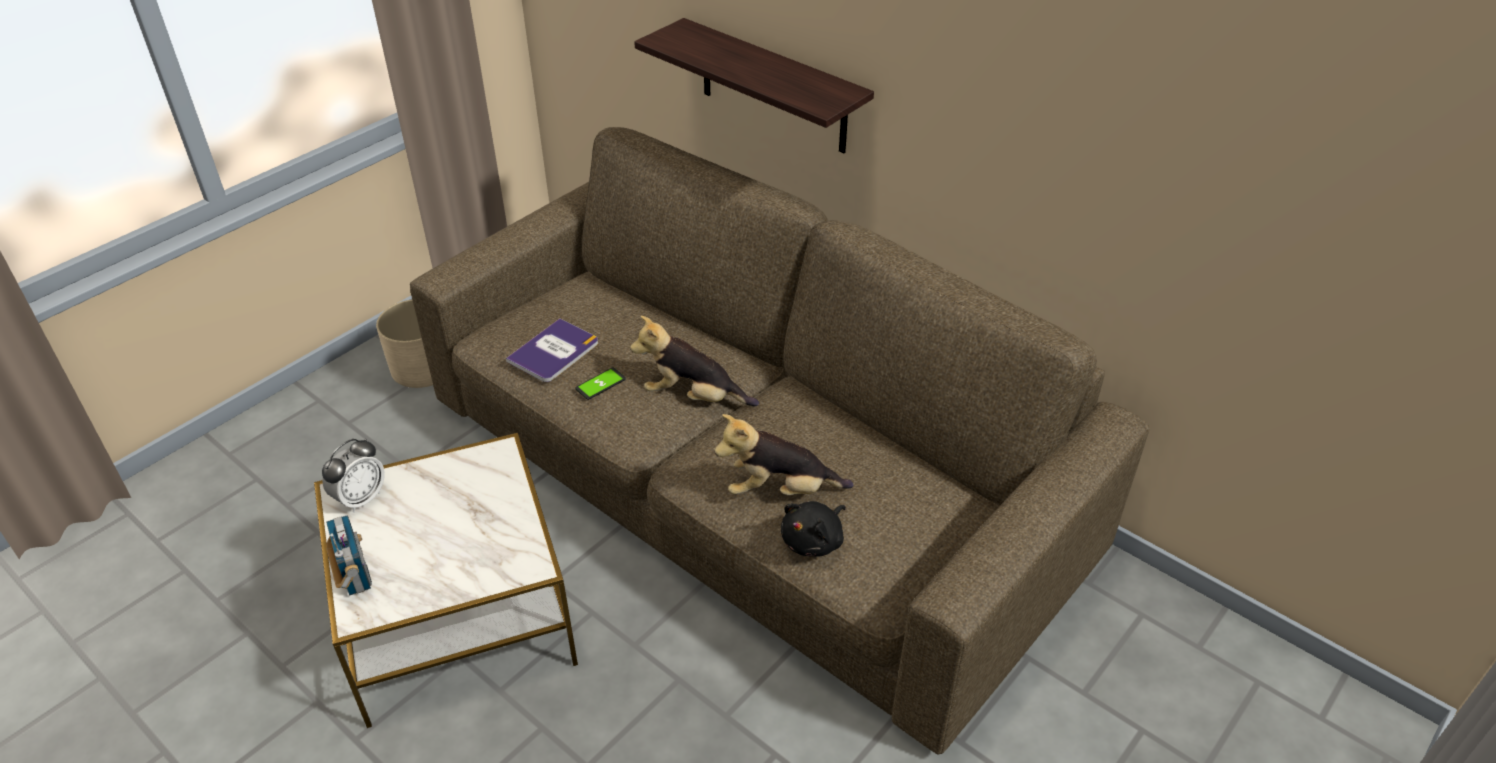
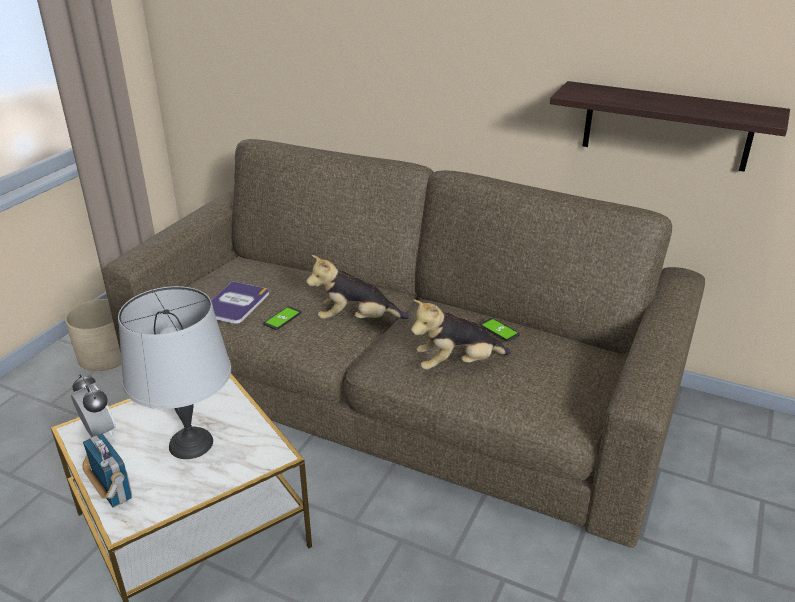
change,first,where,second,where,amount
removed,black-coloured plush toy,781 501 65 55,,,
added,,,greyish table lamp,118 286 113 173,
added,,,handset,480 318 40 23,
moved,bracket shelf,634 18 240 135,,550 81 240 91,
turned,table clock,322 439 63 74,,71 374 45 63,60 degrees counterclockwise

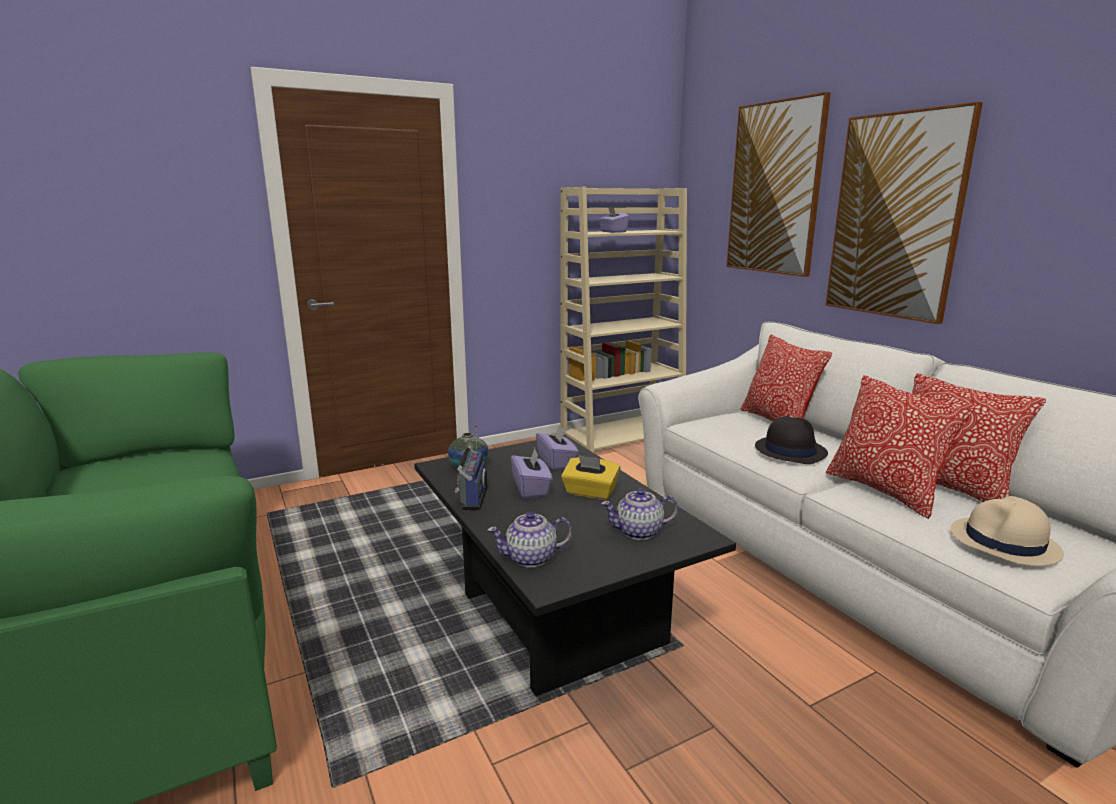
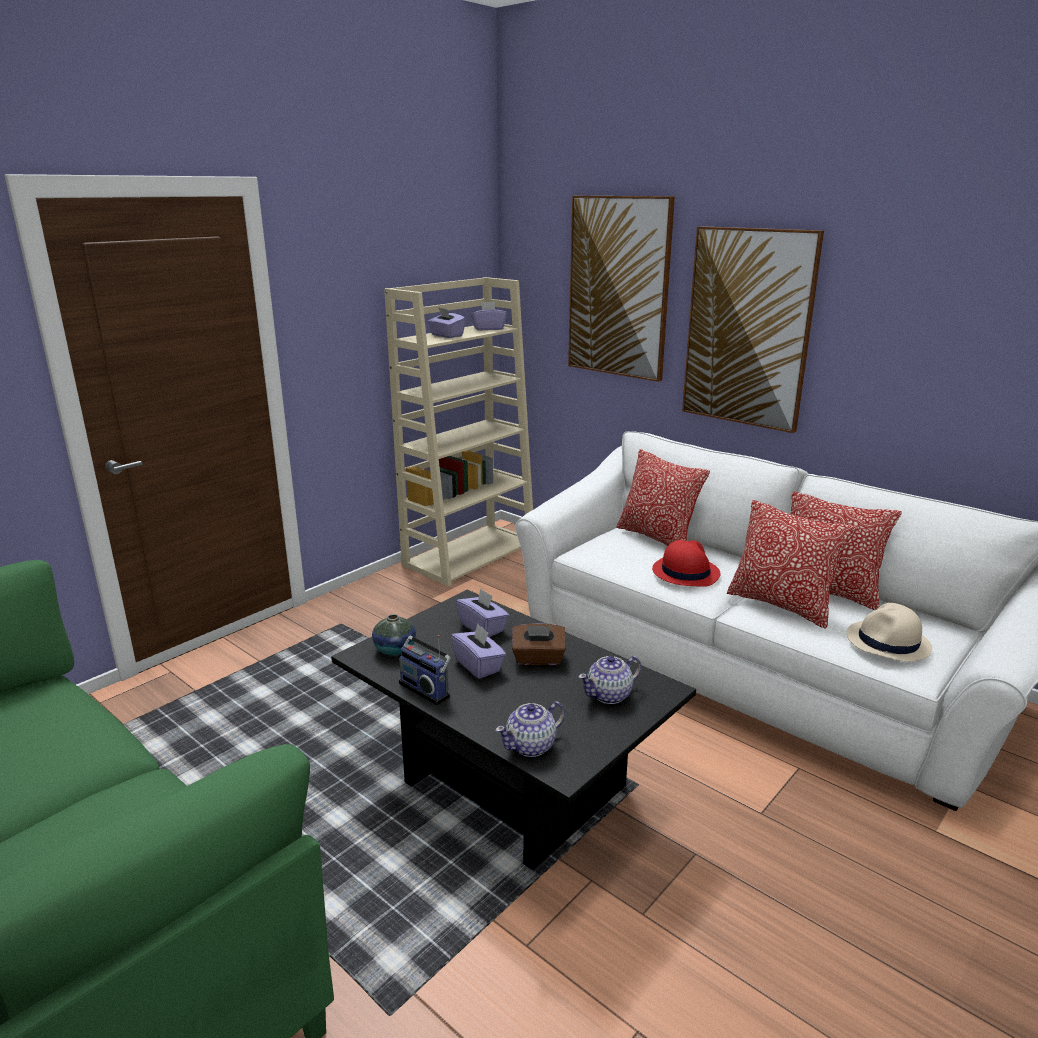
change,first,where,second,where,amount
added,,,purple box of tissues,471 302 36 28,
recoloured,yellowish box of tissues,561 455 59 45,brownish box of tissues,512 623 54 42,
recoloured,black-coloured clothing hat,755 416 73 48,red-coloured clothing hat,652 540 68 47,
turned,radio,455 425 32 85,,399 635 52 70,150 degrees clockwise

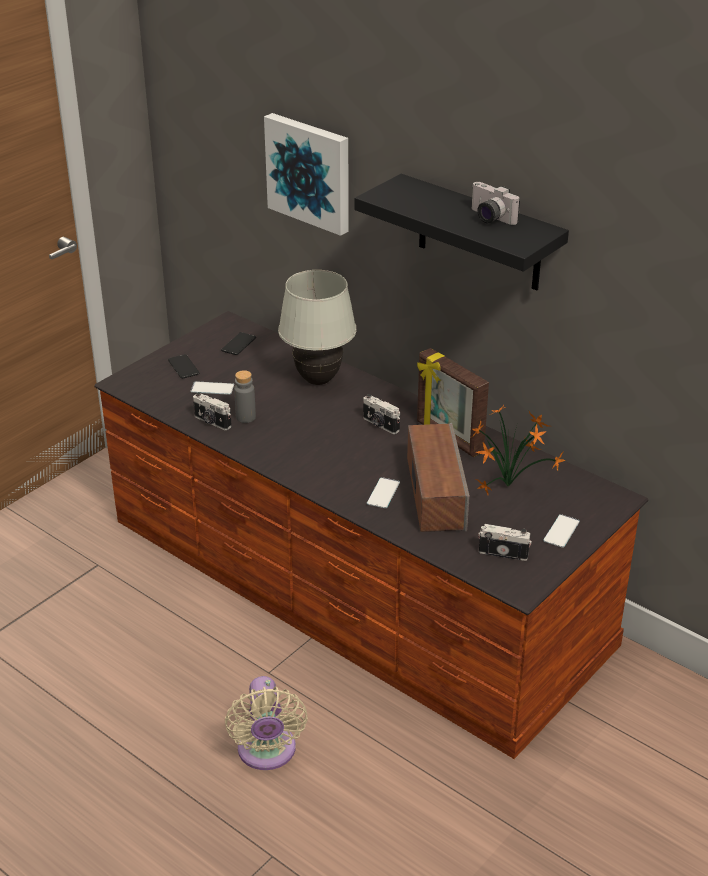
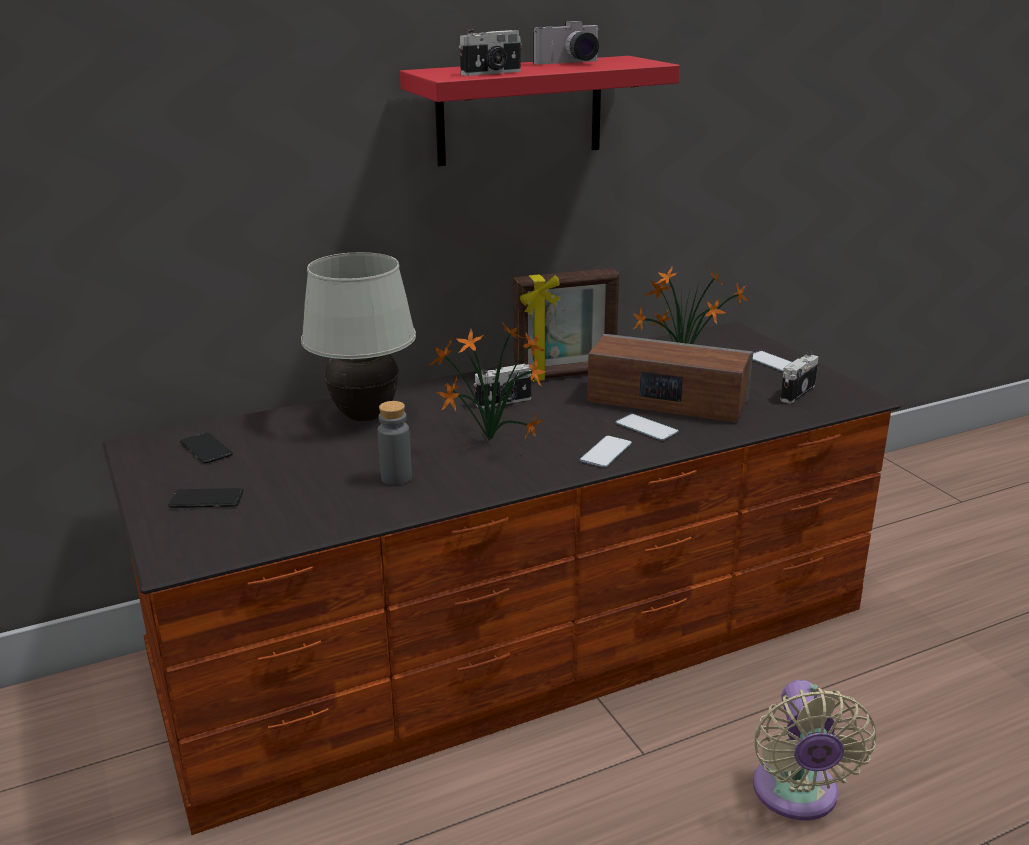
change,first,where,second,where,amount
removed,picture,264 113 85 123,,,
added,,,plant in a pot,427 321 119 120,
moved,handset,191 381 43 14,,580 436 52 32,
moved,still camera,193 392 39 38,,459 29 63 47,
recoloured,black-coloured bracket shelf,354 174 215 116,red-coloured bracket shelf,400 56 280 110,
turned,beige-coloured cooling fan,225 676 83 94,,753 680 123 140,75 degrees clockwise

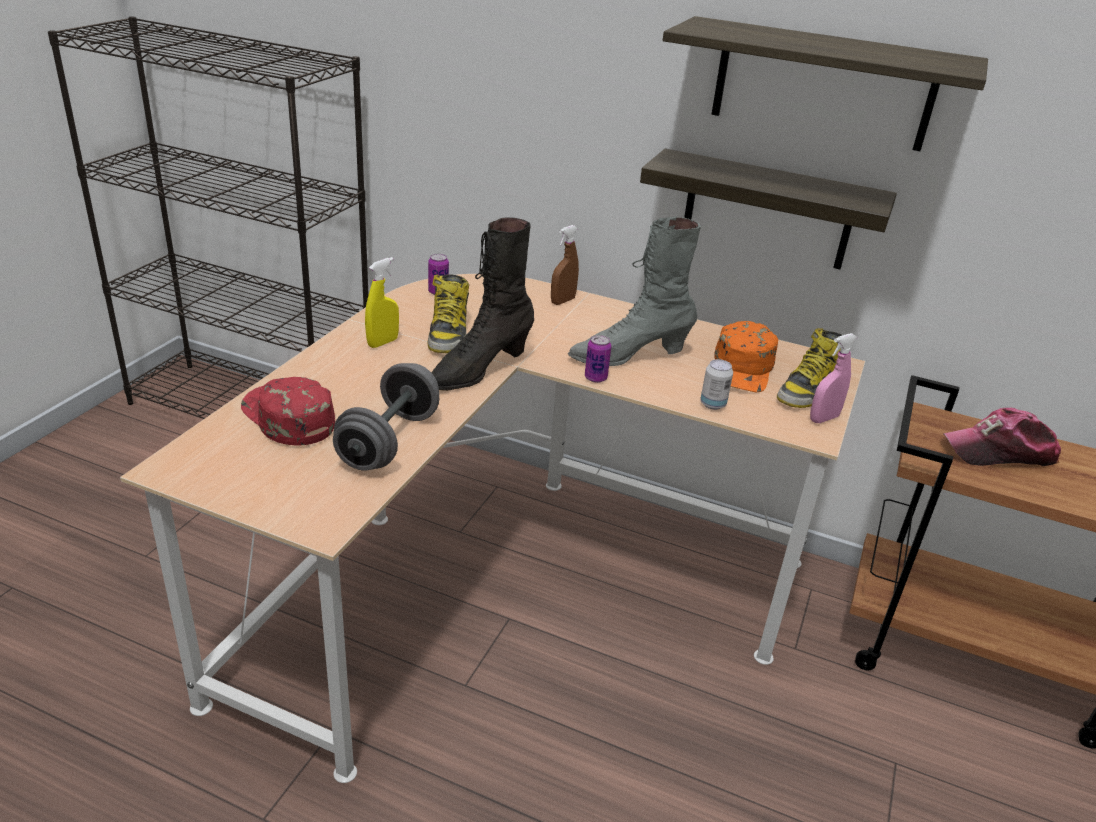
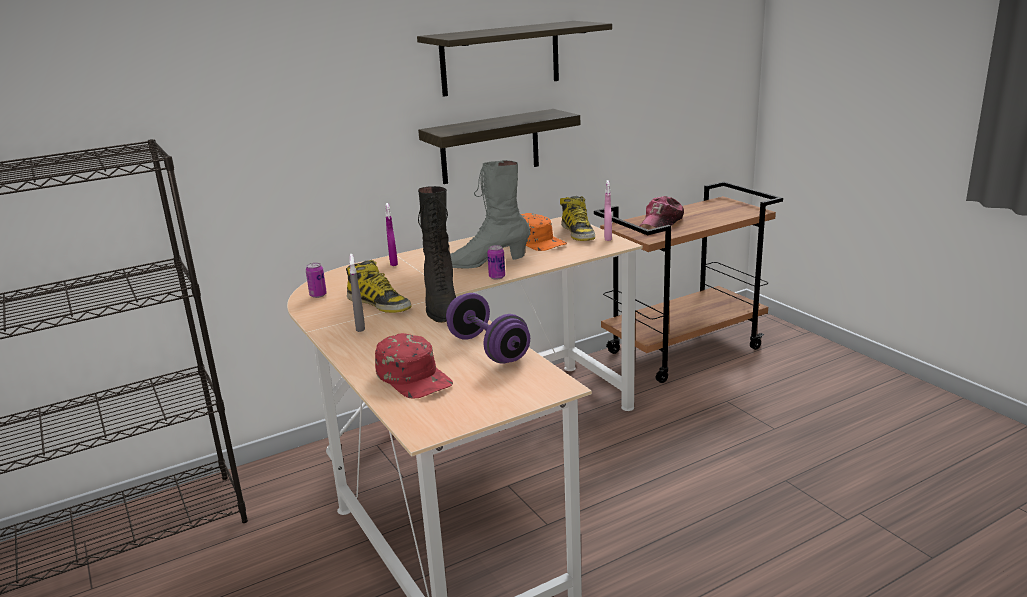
change,first,where,second,where,amount
removed,metal can,700 359 33 51,,,
recoloured,greyish free weight,333 363 106 108,purple free weight,446 293 84 71,
recoloured,yellowish spray bottle,365 257 34 91,greyish spray bottle,349 254 16 78,
recoloured,brownish spray bottle,551 225 28 80,purple spray bottle,385 203 13 63,
turned,red-coloured peaked cap,241 377 94 68,,375 333 78 66,120 degrees counterclockwise
turned,greyish high-top boot,568 217 133 149,,450 160 80 109,60 degrees clockwise

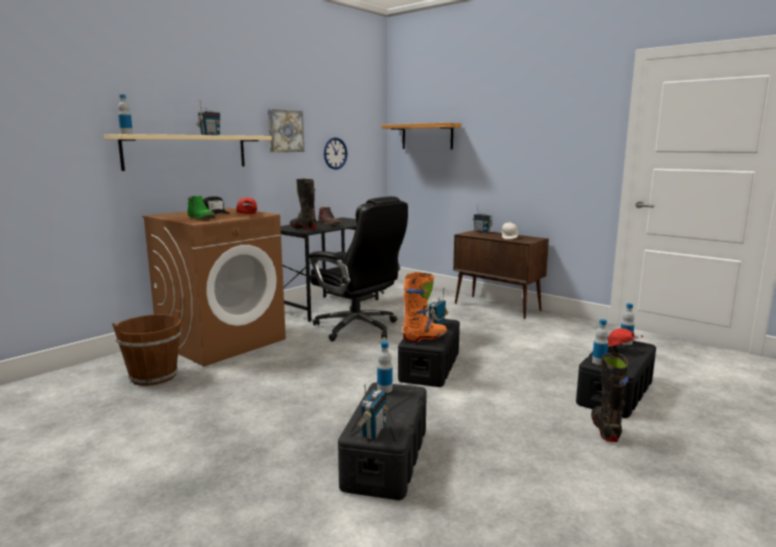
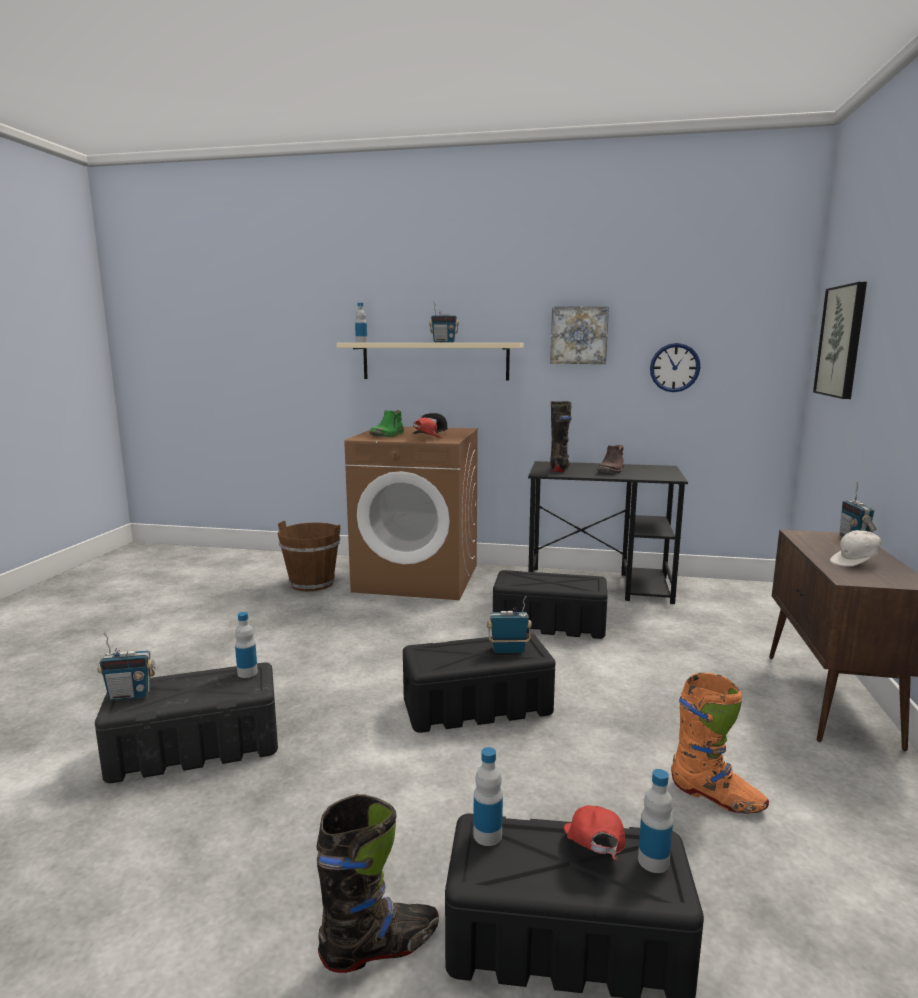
change,first,where,second,where,amount
moved,orange-coloured high-top boot,402 272 45 70,,671 673 98 141,
replaced,black-coloured computer chair,309 196 99 145,black-coloured storage bin,493 570 115 69,
replaced,bracket shelf,382 123 79 27,picture,813 282 54 117,

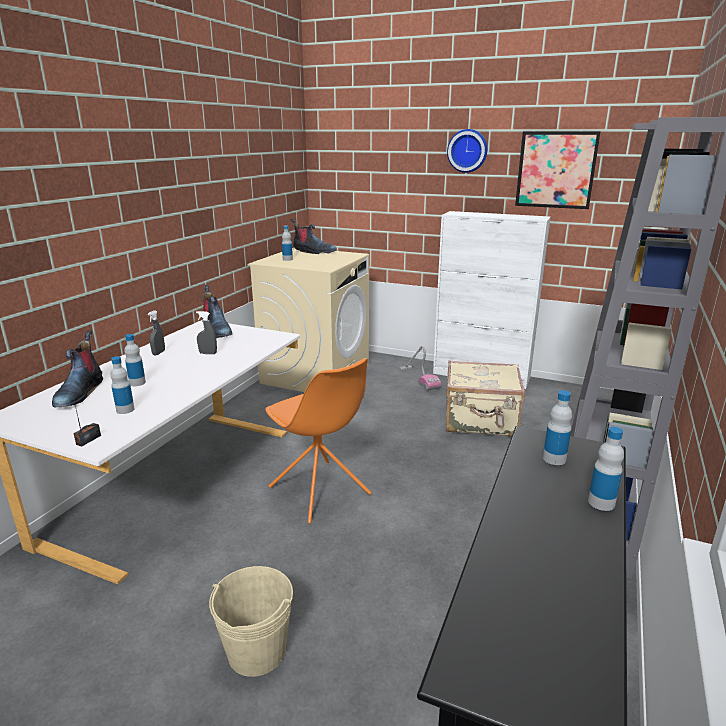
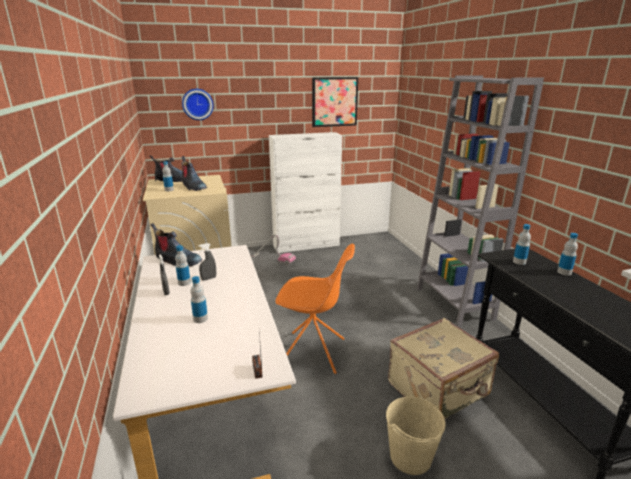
change,first,where,second,where,amount
moved,high-top boot,52 330 51 78,,182 156 25 35,
moved,bottle,110 356 25 58,,175 245 16 41,
moved,beige-coloured suitcase,446 360 79 77,,388 318 111 101,
moved,wall clock,447 129 40 44,,182 89 32 31,

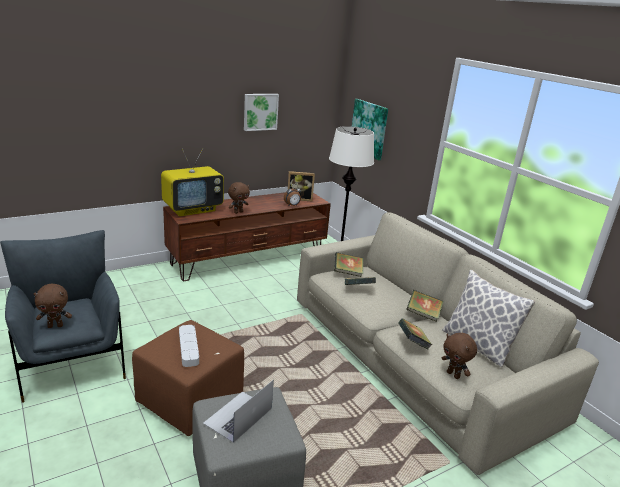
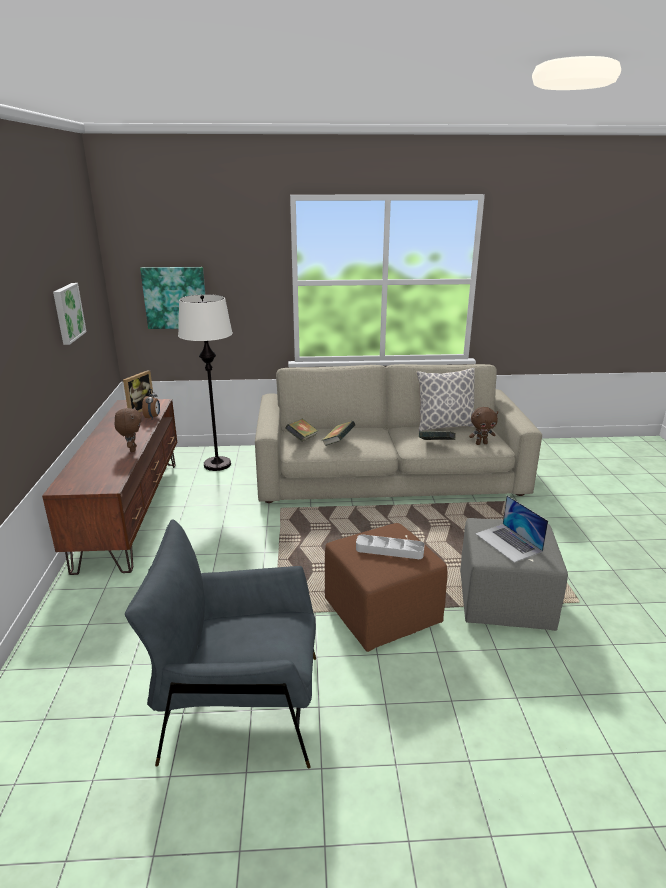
change,first,where,second,where,amount
removed,brownish plush toy,34 284 38 44,,,
removed,TV set,161 148 63 68,,,
removed,volume,406 290 38 32,,,

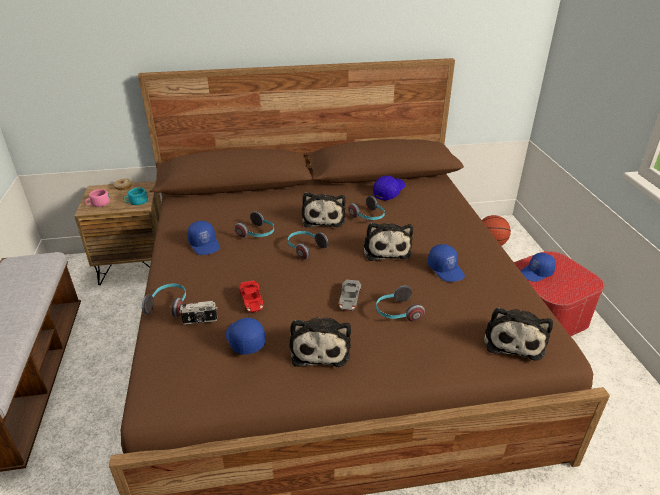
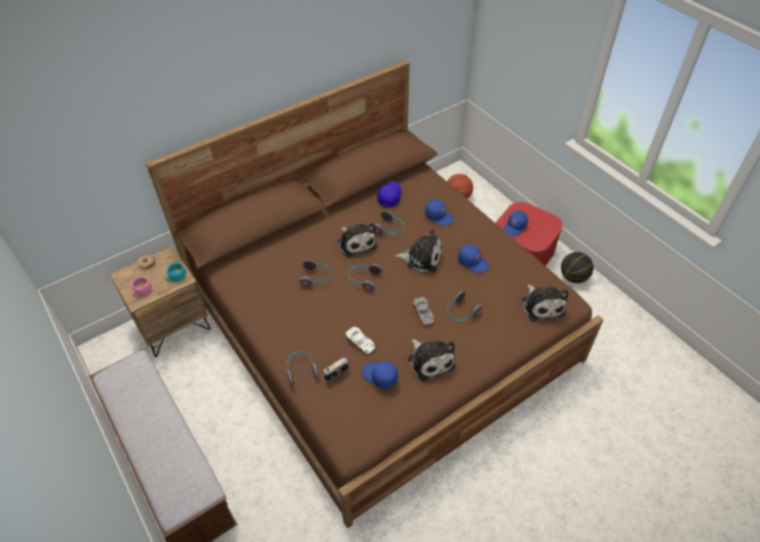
change,first,where,second,where,amount
added,,,ball for basketball,561 252 33 31,
moved,blue peaked cap,187 221 33 34,,425 199 29 27,
recoloured,red-coloured miniature car,239 280 24 33,white miniature car,346 327 29 27,
turned,plush toy,364 223 49 38,,395 229 47 43,45 degrees counterclockwise

